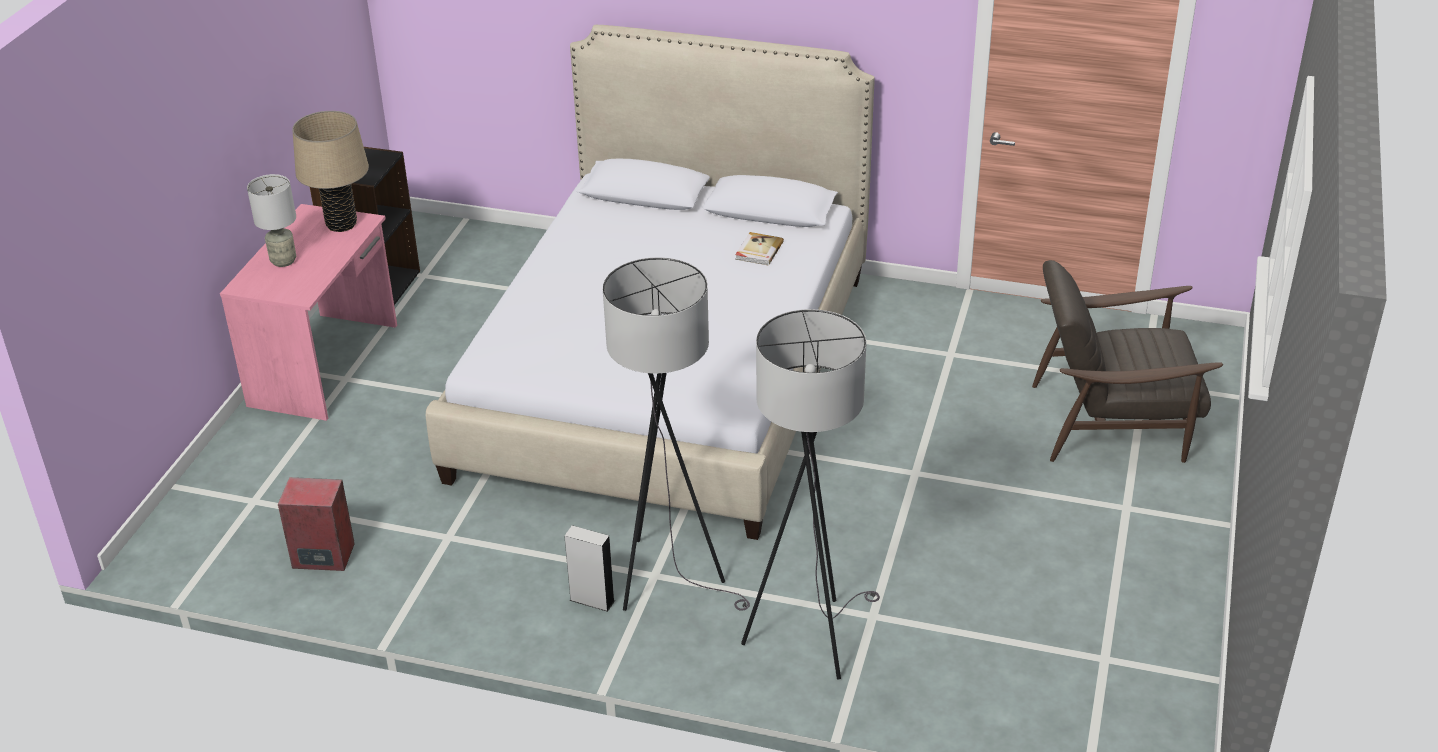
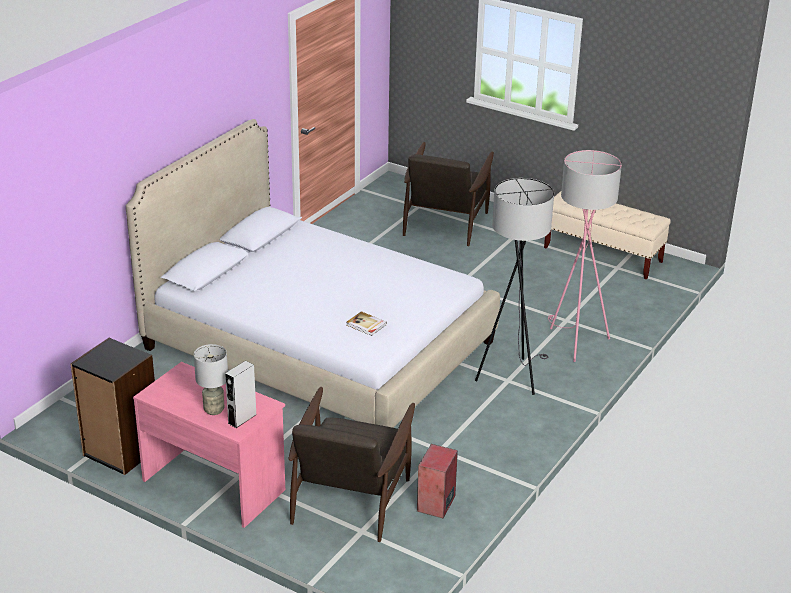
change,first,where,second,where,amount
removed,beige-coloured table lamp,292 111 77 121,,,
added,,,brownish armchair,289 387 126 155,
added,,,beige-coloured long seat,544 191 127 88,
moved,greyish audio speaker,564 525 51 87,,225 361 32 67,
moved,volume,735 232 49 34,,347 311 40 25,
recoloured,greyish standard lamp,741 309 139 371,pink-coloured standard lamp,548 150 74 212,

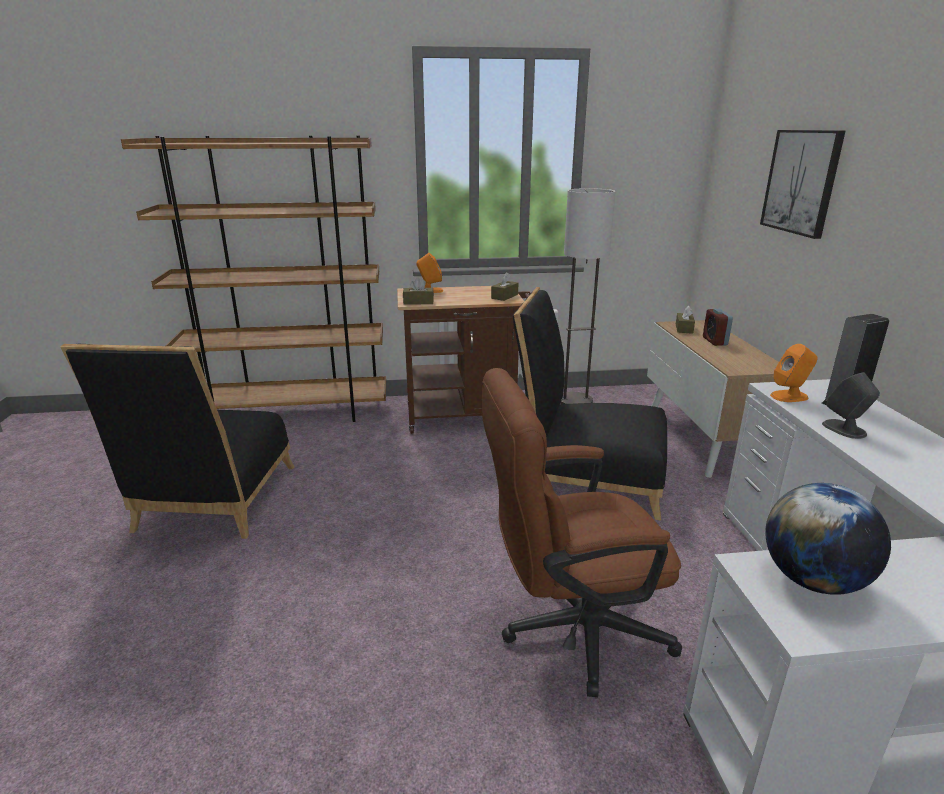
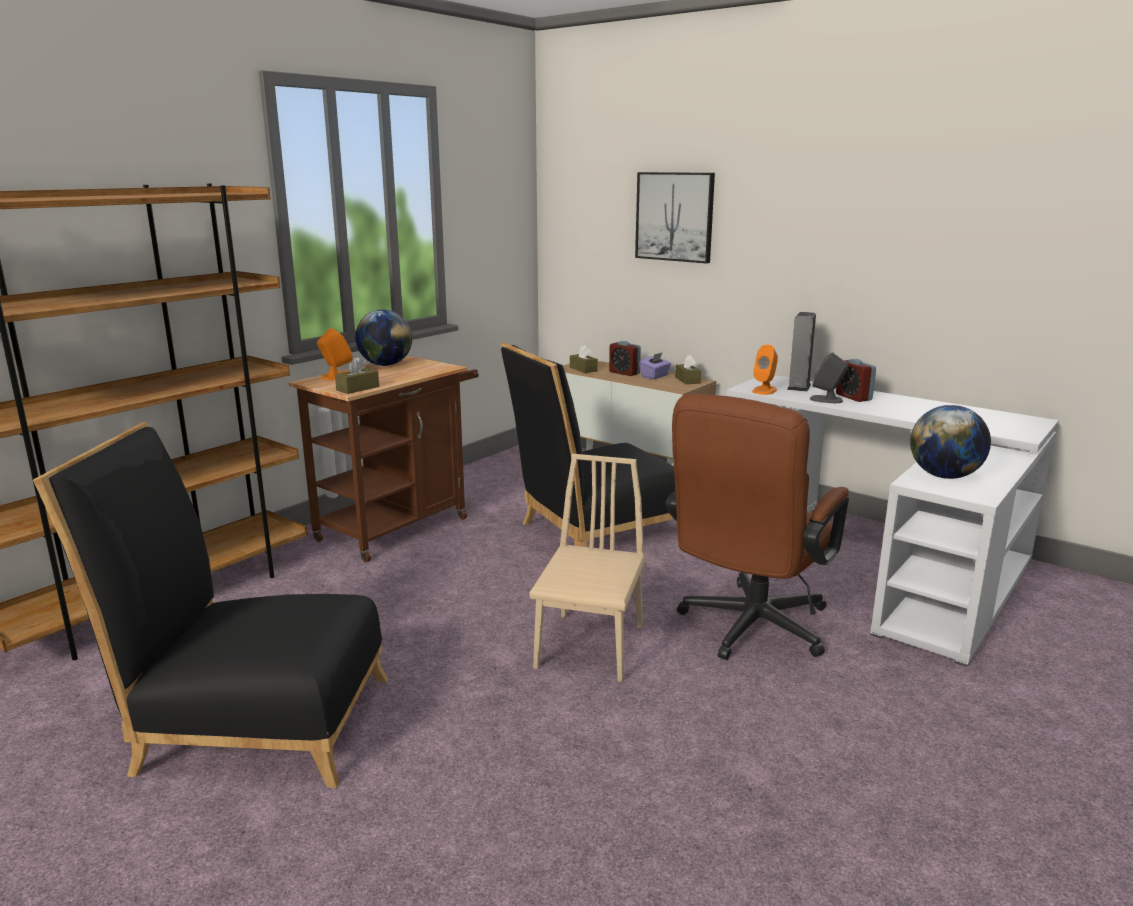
change,first,where,second,where,amount
removed,standard lamp,560 188 56 216,,,
added,,,globe,355 310 57 56,
added,,,beige-coloured plain chair,530 454 116 228,
added,,,purple box of tissues,639 352 32 27,
added,,,table clock,836 359 40 43,
moved,brownish box of tissues,491 272 27 29,,675 355 26 29,
turned,black-coloured plain chair,60 344 235 195,,33 422 355 366,135 degrees clockwise

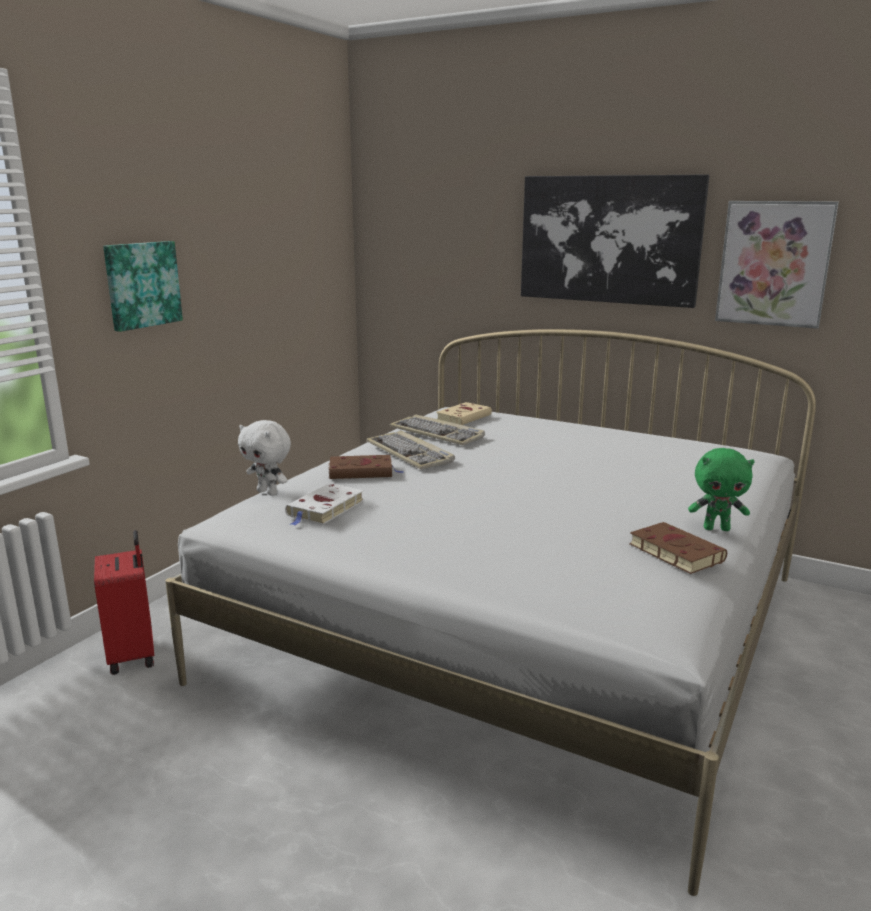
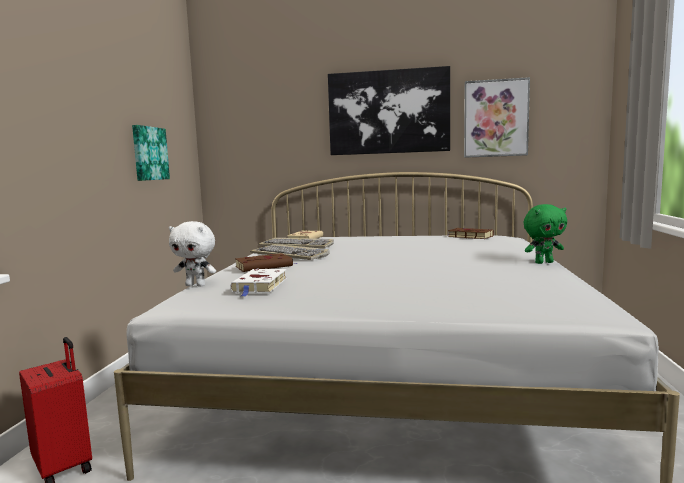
change,first,where,second,where,amount
moved,picture,103 241 80 91,,132 125 38 56,
moved,brownish volume,629 522 98 52,,448 228 46 11,

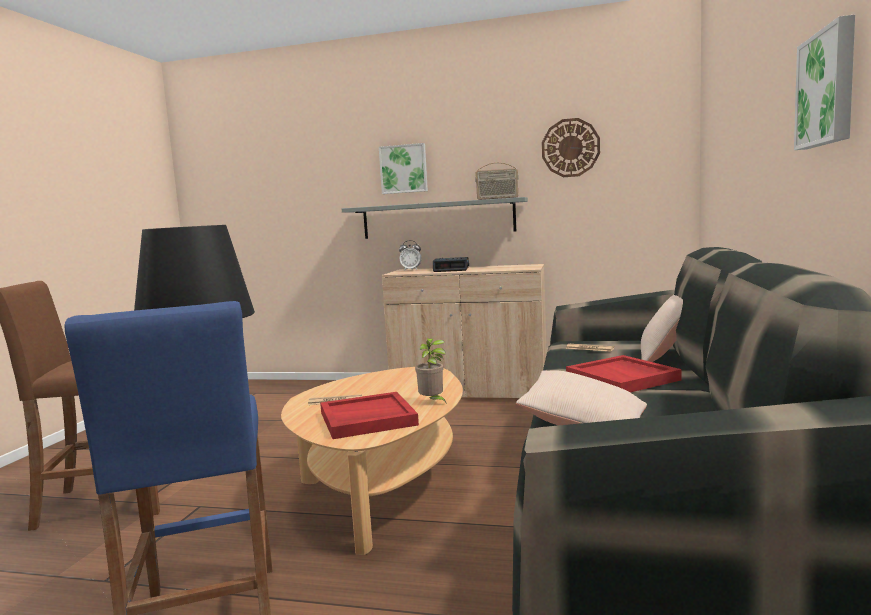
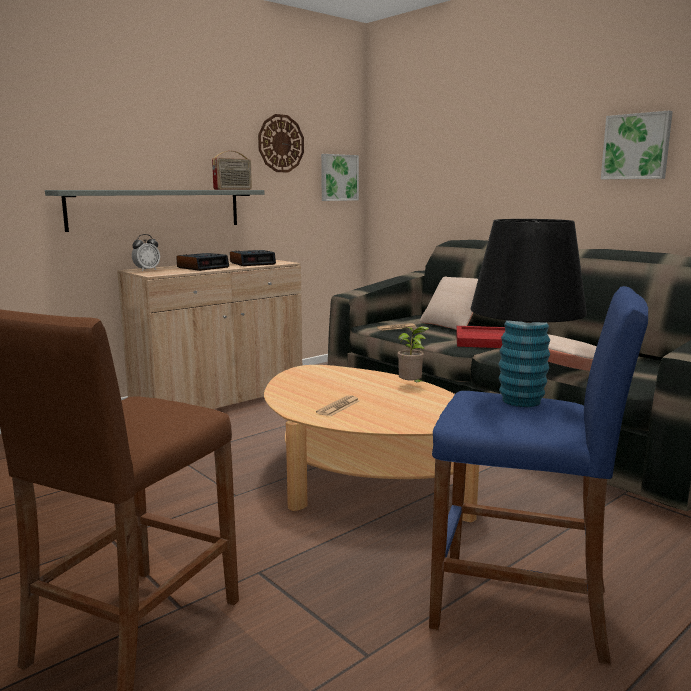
change,first,where,second,where,amount
removed,red-coloured tray,320 392 99 47,,,
added,,,table clock,230 250 46 16,
moved,picture,379 143 49 51,,321 154 38 47,

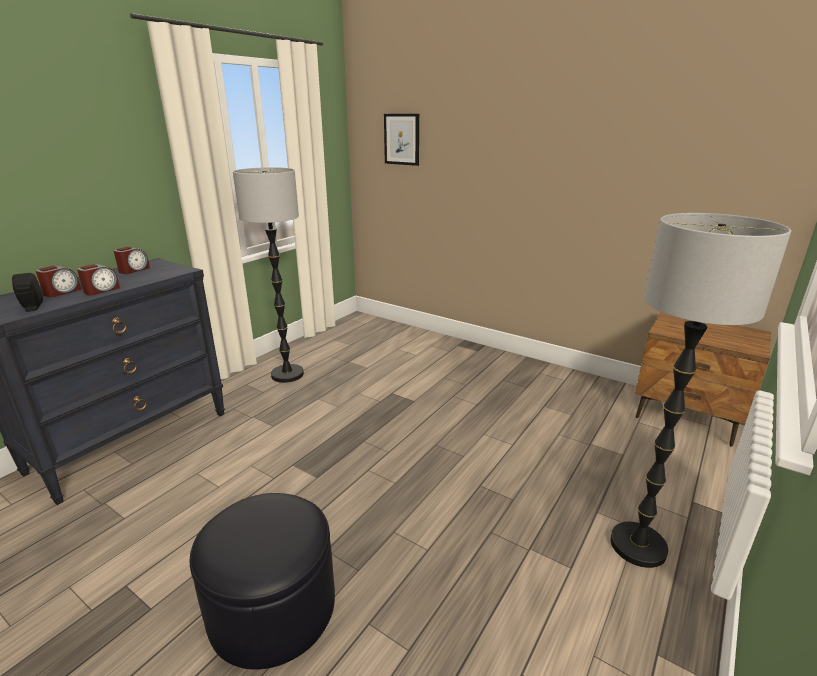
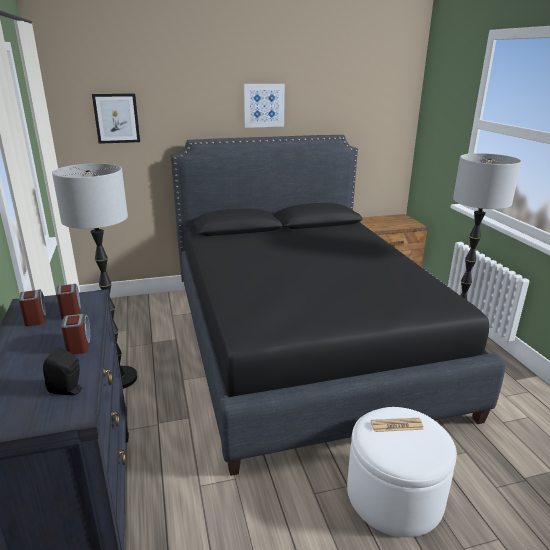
change,first,where,second,where,amount
added,,,black-coloured sleeping bed,171 135 335 341,
added,,,picture,244 84 41 44,
added,,,printed paper,371 418 53 14,
moved,table clock,36 266 45 31,,56 284 25 35,
recoloured,black-coloured pouffe,190 493 145 177,white pouffe,347 407 110 130,

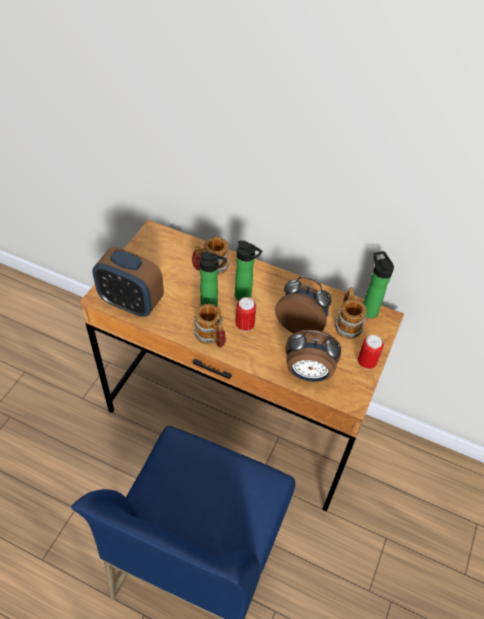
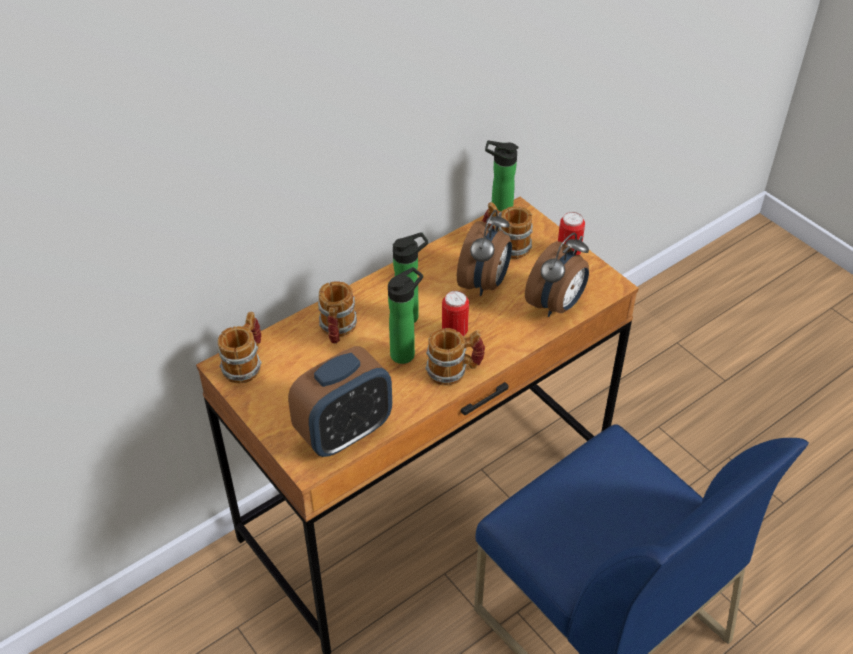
change,first,where,second,where,amount
added,,,mug,217 312 45 72,
turned,table clock,275 276 56 57,,457 210 55 86,150 degrees clockwise

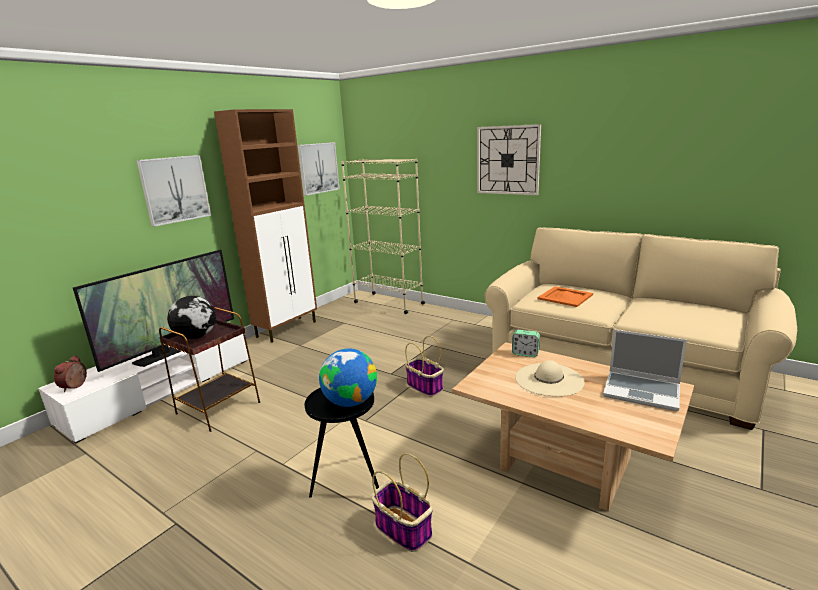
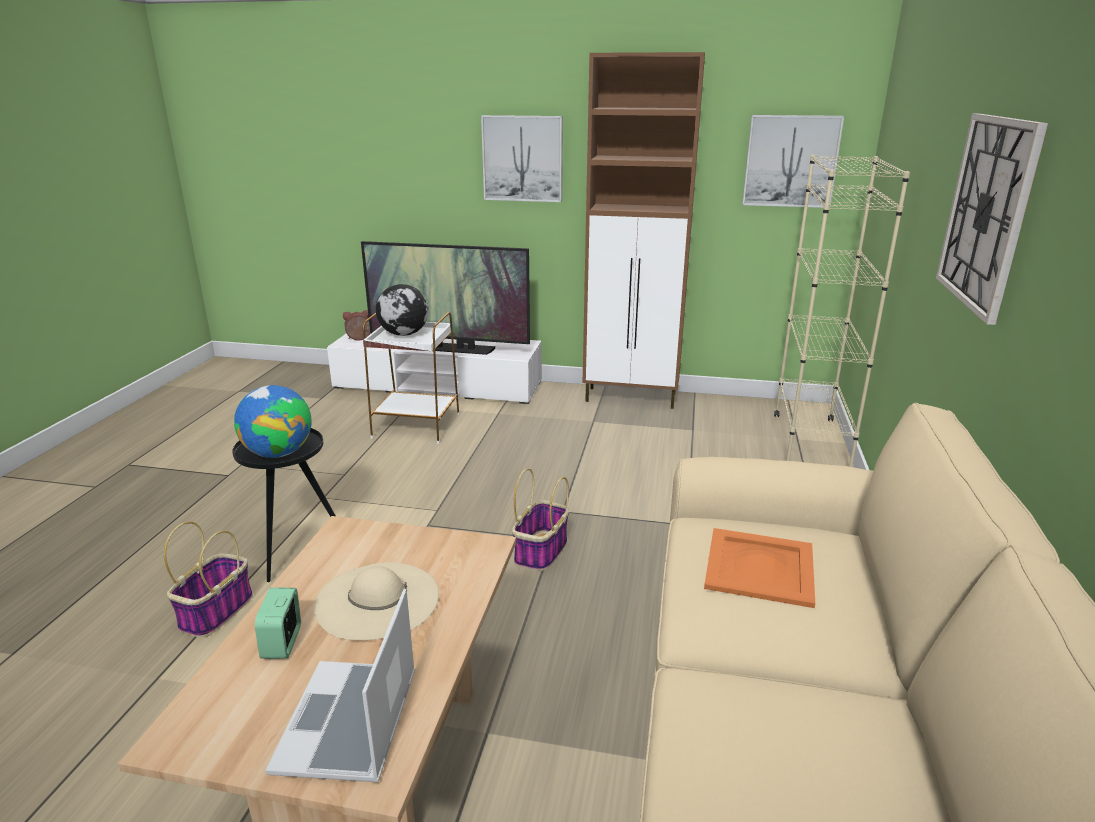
change,first,where,second,where,amount
moved,table clock,512 330 28 27,,255 588 46 71,
recoloured,brownish side table,159 307 101 125,white side table,363 312 96 132,

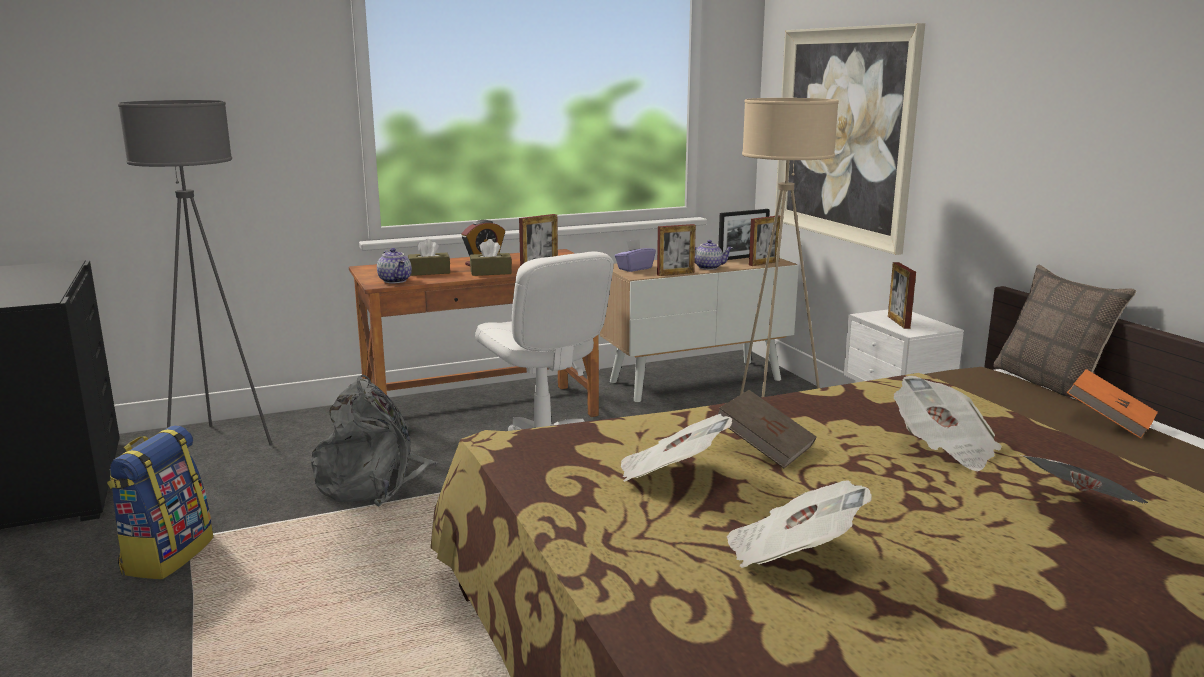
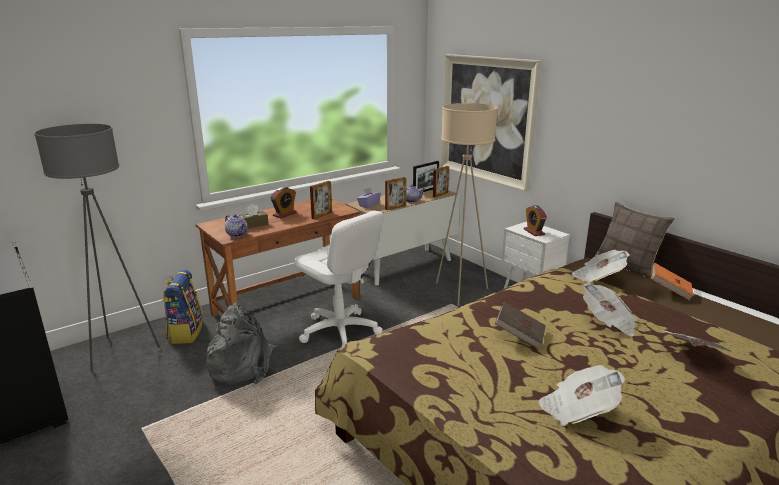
change,first,where,second,where,amount
removed,brownish box of tissues,470 239 42 37,,,
moved,rucksack,107 425 106 154,,163 270 40 74,
moved,printed paper,621 414 111 68,,572 250 58 33,
replaced,photo frame,888 262 28 67,table clock,524 205 23 31,

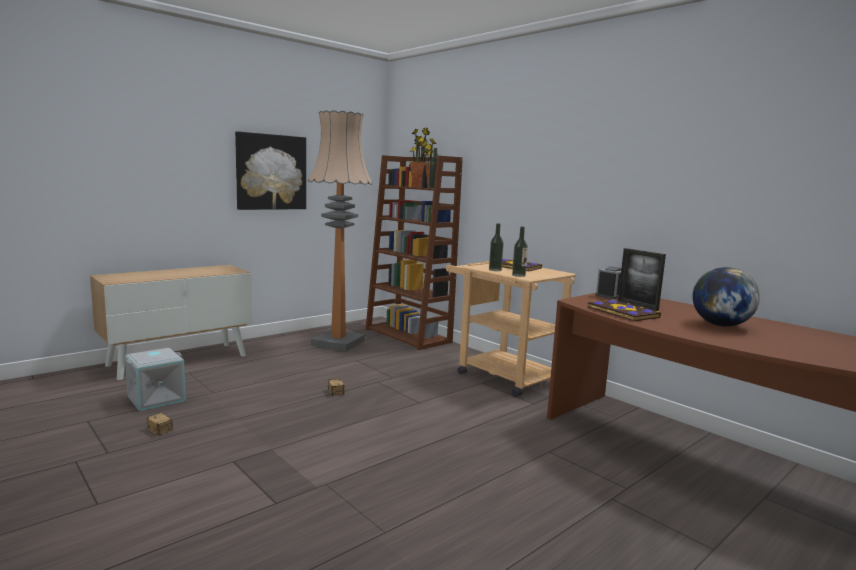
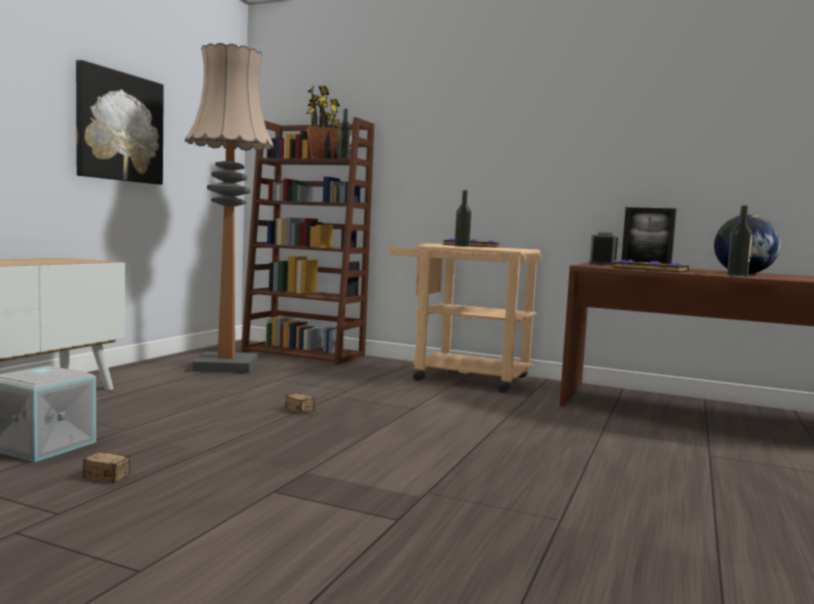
change,first,where,second,where,amount
moved,bottle,512 227 16 50,,727 205 25 72,

